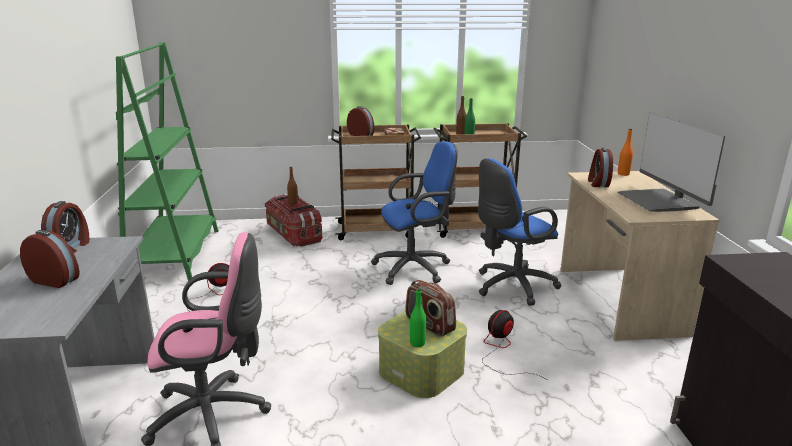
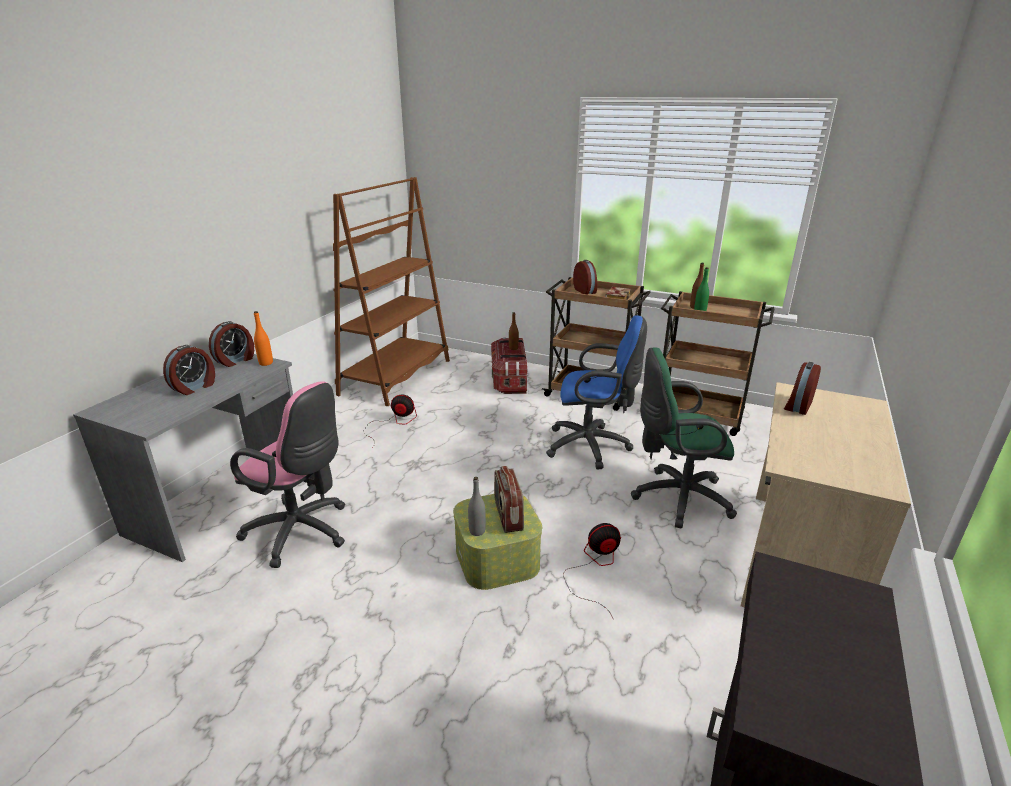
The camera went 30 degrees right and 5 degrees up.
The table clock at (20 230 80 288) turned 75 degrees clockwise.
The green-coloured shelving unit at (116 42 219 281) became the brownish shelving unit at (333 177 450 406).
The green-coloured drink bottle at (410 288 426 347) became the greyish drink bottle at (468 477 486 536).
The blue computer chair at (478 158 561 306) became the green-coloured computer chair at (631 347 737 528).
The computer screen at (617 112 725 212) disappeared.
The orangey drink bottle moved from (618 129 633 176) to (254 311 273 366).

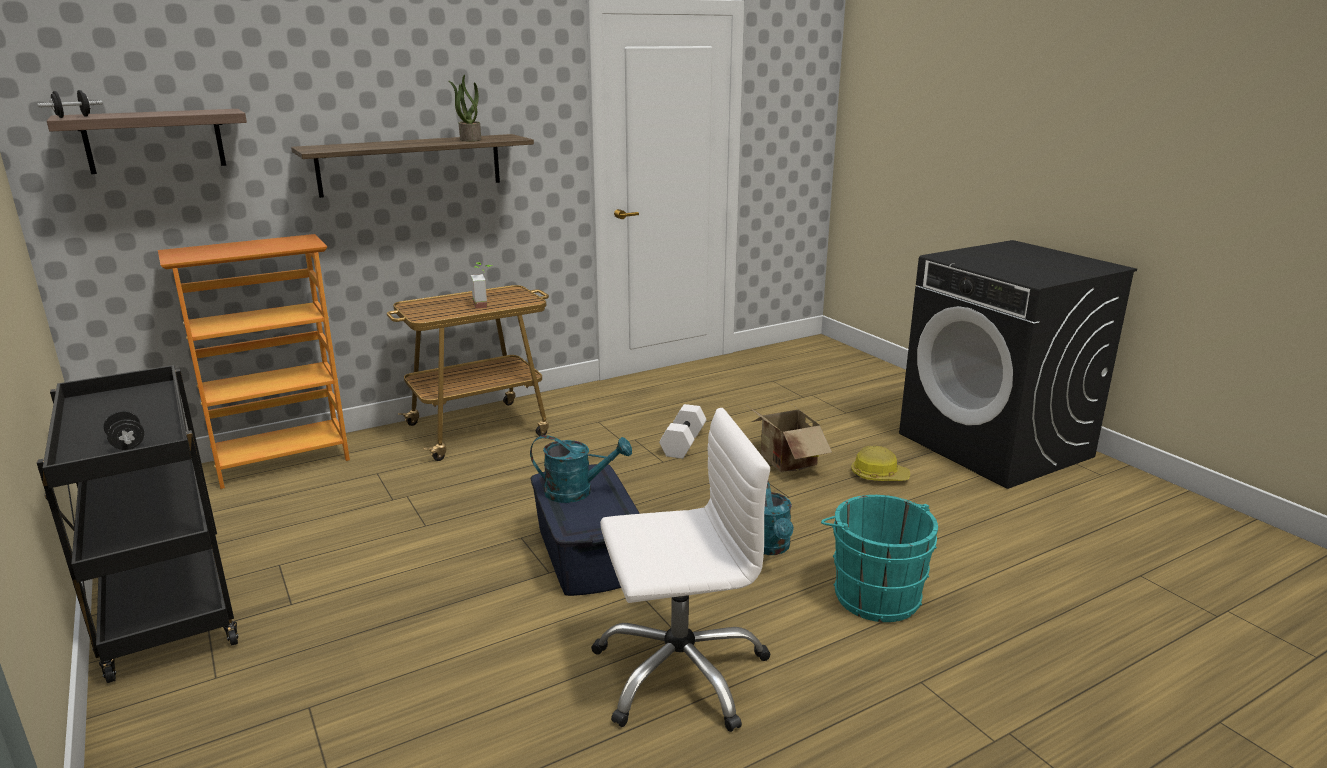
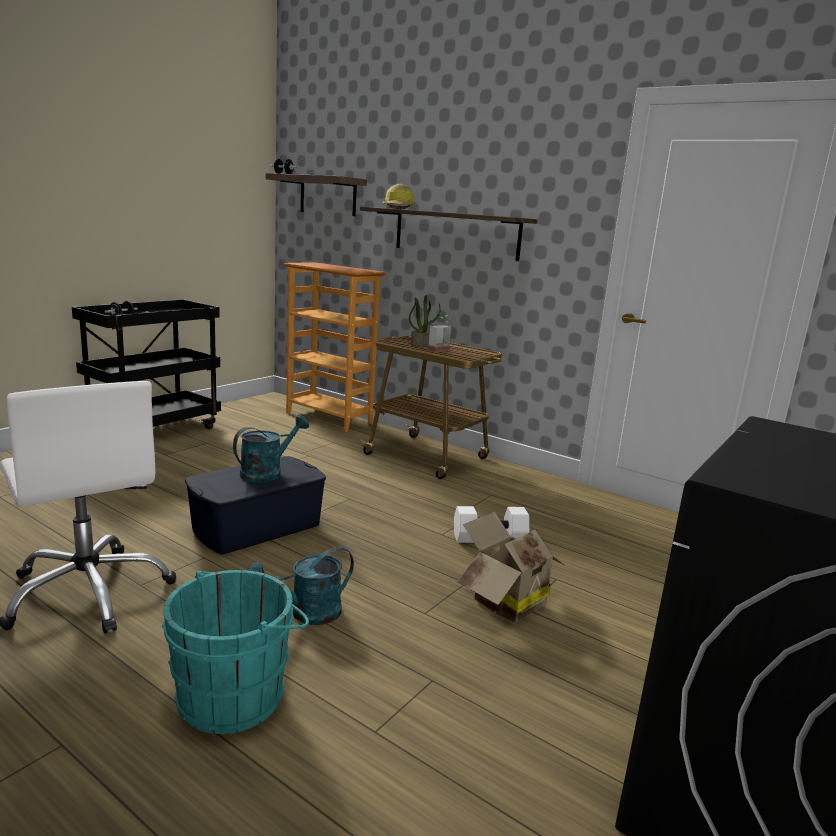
The camera went 65 degrees right and 5 degrees down.
The potted plant moved from (449 75 481 142) to (409 295 441 347).
The turquoise-coloured watering can at (530 435 632 503) turned 120 degrees counterclockwise.
The work helmet moved from (851 446 910 481) to (383 184 416 209).

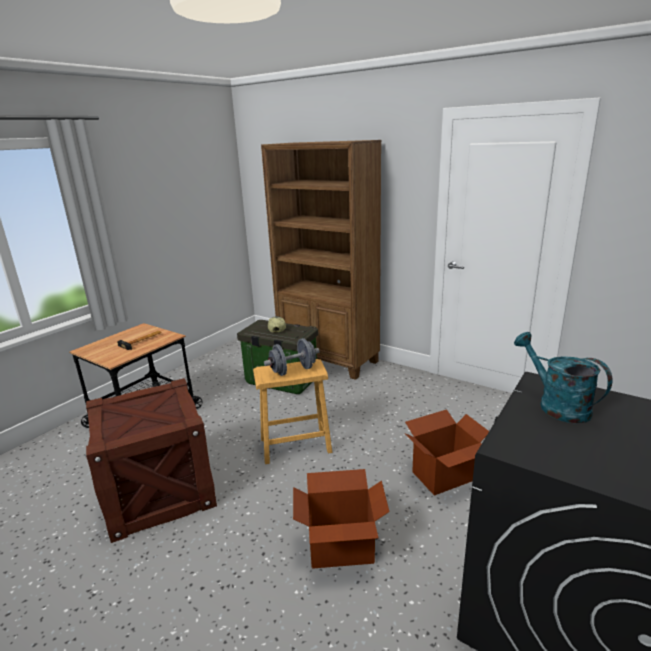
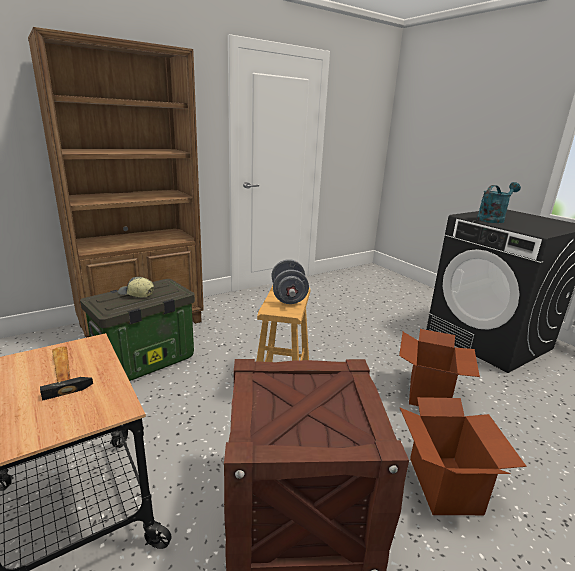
The camera went 70 degrees left and 0 degrees up.
The carton moved from (404 409 489 496) to (400 397 527 515).
The turquoise-coloured watering can at (514 332 612 423) turned 150 degrees clockwise.

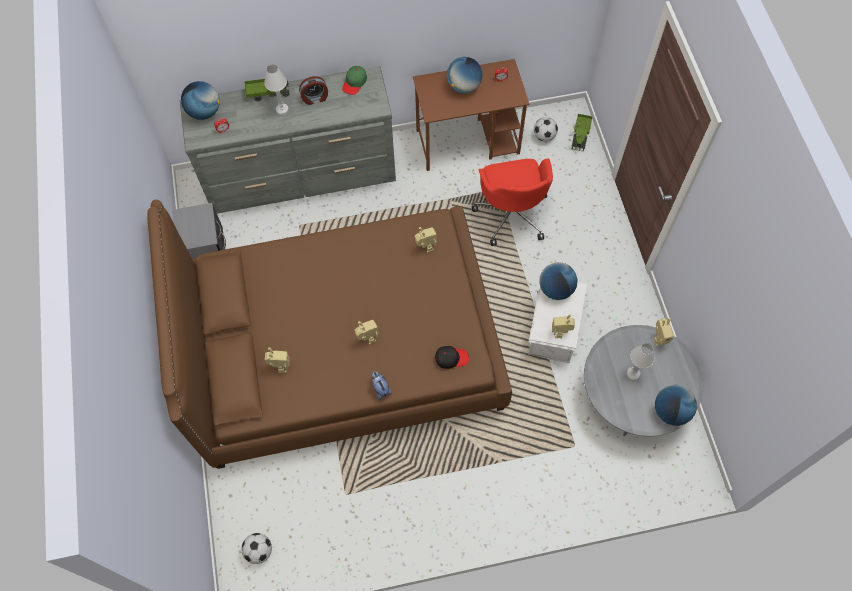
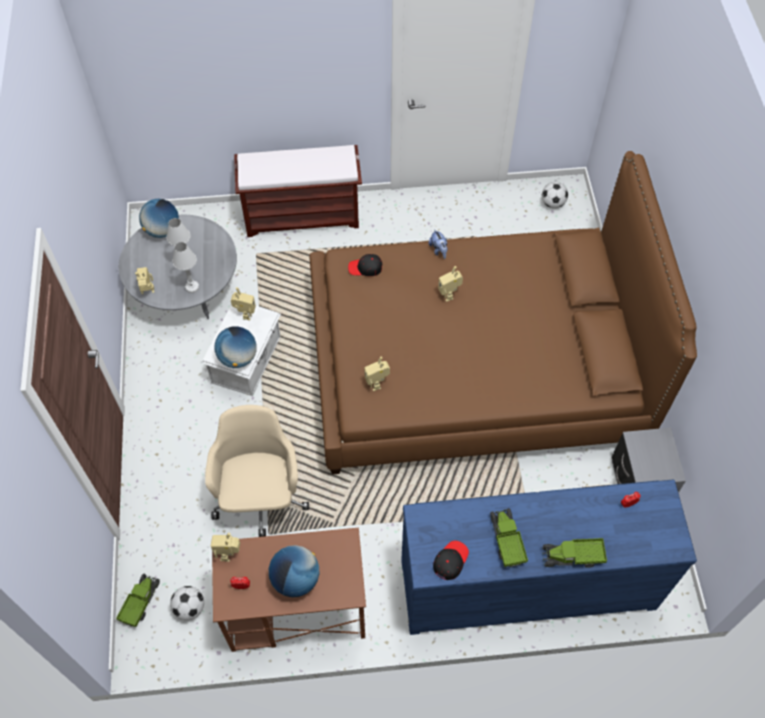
The camera went 175 degrees left and 5 degrees down.
The greyish drawer chest at (180 66 396 214) became the blue drawer chest at (401 479 697 635).
The desk globe at (181 81 220 120) disappeared.
The white-coloured tabletop lamp moved from (264 64 289 115) to (172 242 199 293).
The toy robot moved from (265 347 290 373) to (211 533 240 562).
The table clock at (299 76 328 105) was replaced by the model truck at (490 508 528 568).
The green-coloured peaked cap at (342 66 367 95) became the black peaked cap at (433 541 469 580).
The reddish computer chair at (472 158 553 246) became the beige computer chair at (205 405 309 537).
The brownish long seat at (234 145 362 237) appeared.

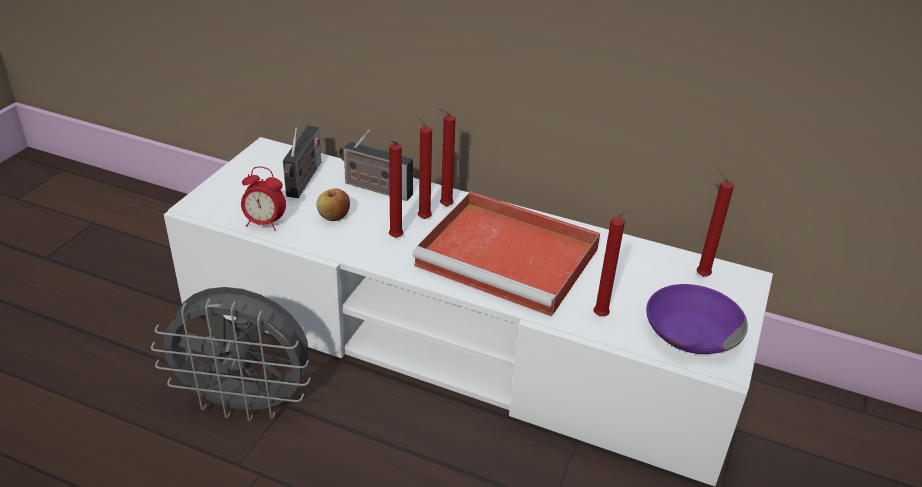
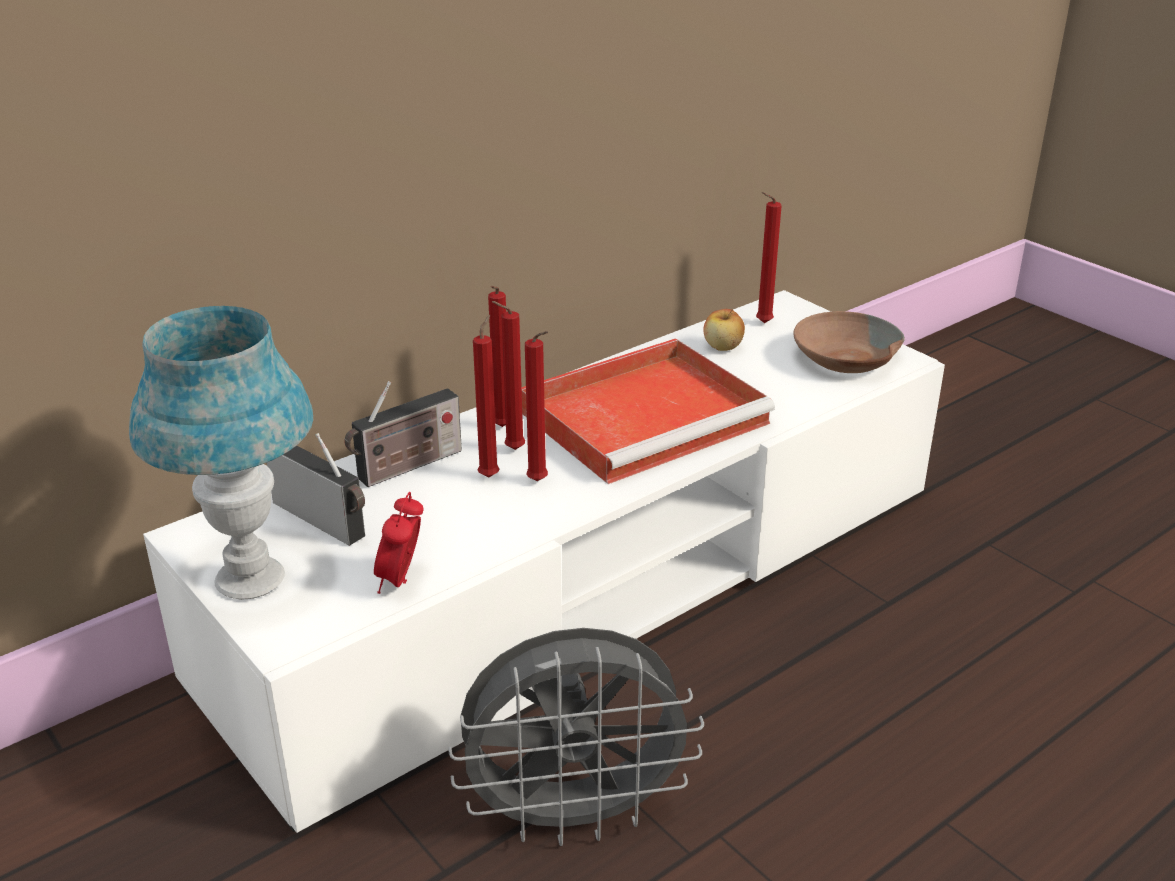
The camera went 60 degrees left and 5 degrees down.
The greyish electric fan at (151 287 311 422) turned 45 degrees clockwise.
The table clock at (241 166 286 231) turned 150 degrees clockwise.
The whole apple moved from (317 188 350 221) to (704 309 745 351).
The reddish candle moved from (593 208 634 316) to (473 315 499 477).
The purple bowl at (646 284 748 354) became the brownish bowl at (793 311 905 373).
The blue tabletop lamp at (129 306 313 600) appeared.

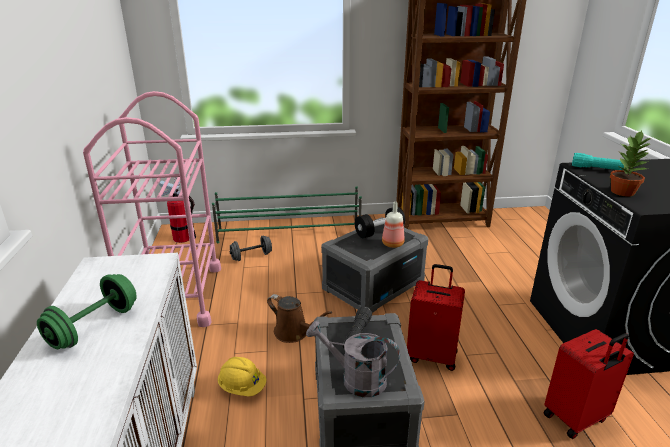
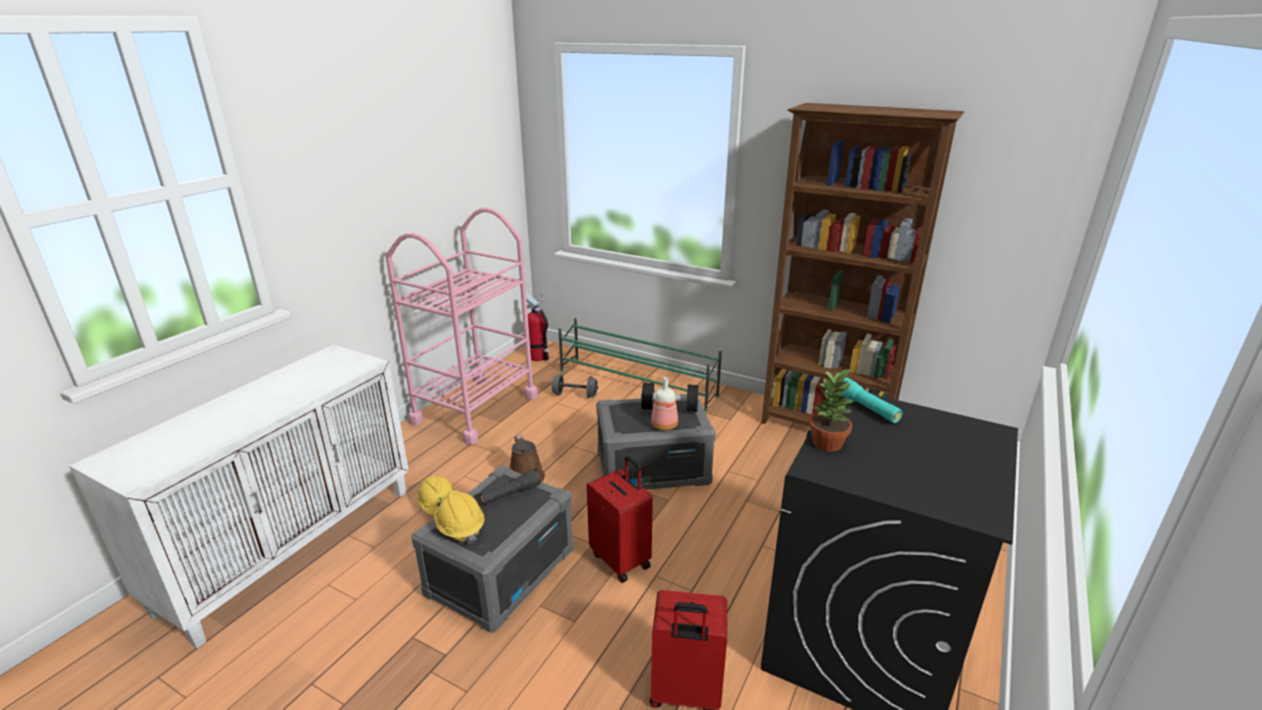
The camera went 35 degrees right and 0 degrees up.
The green-coloured hand weight at (37 274 137 349) disappeared.
The greyish watering can at (306 321 400 397) was replaced by the yellowish work helmet at (434 490 484 544).

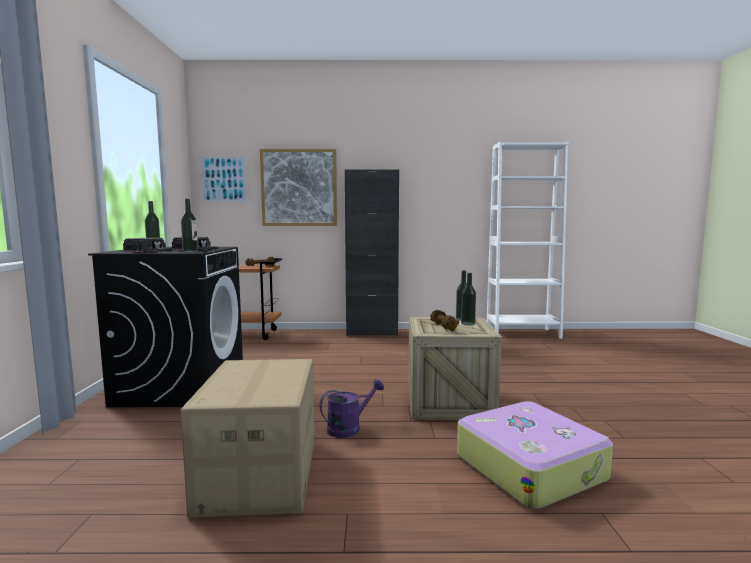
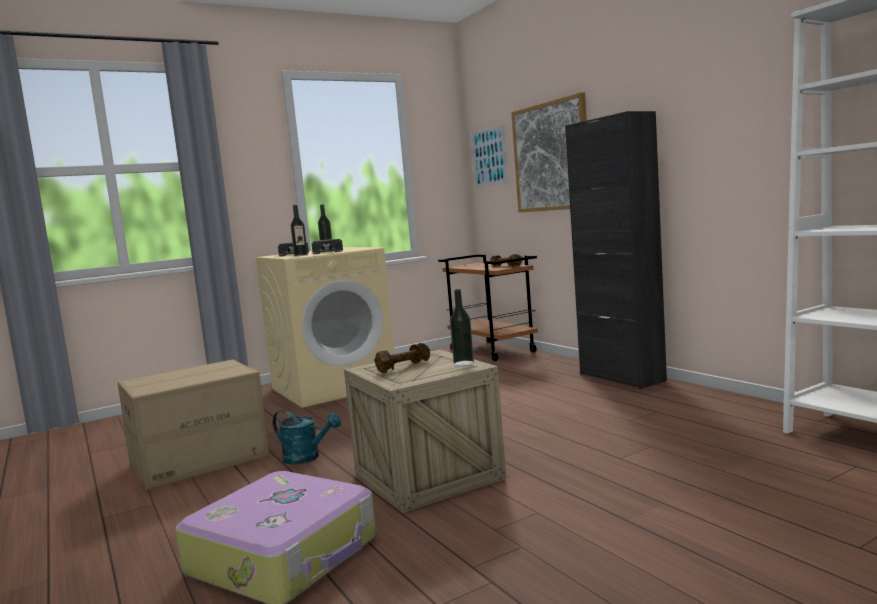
The camera went 60 degrees right and 0 degrees up.
The black laundry machine at (88 247 243 407) became the beige laundry machine at (255 247 395 408).
The purple watering can at (320 379 384 438) became the turquoise-coloured watering can at (273 410 341 465).
The drink bottle at (461 273 476 325) disappeared.

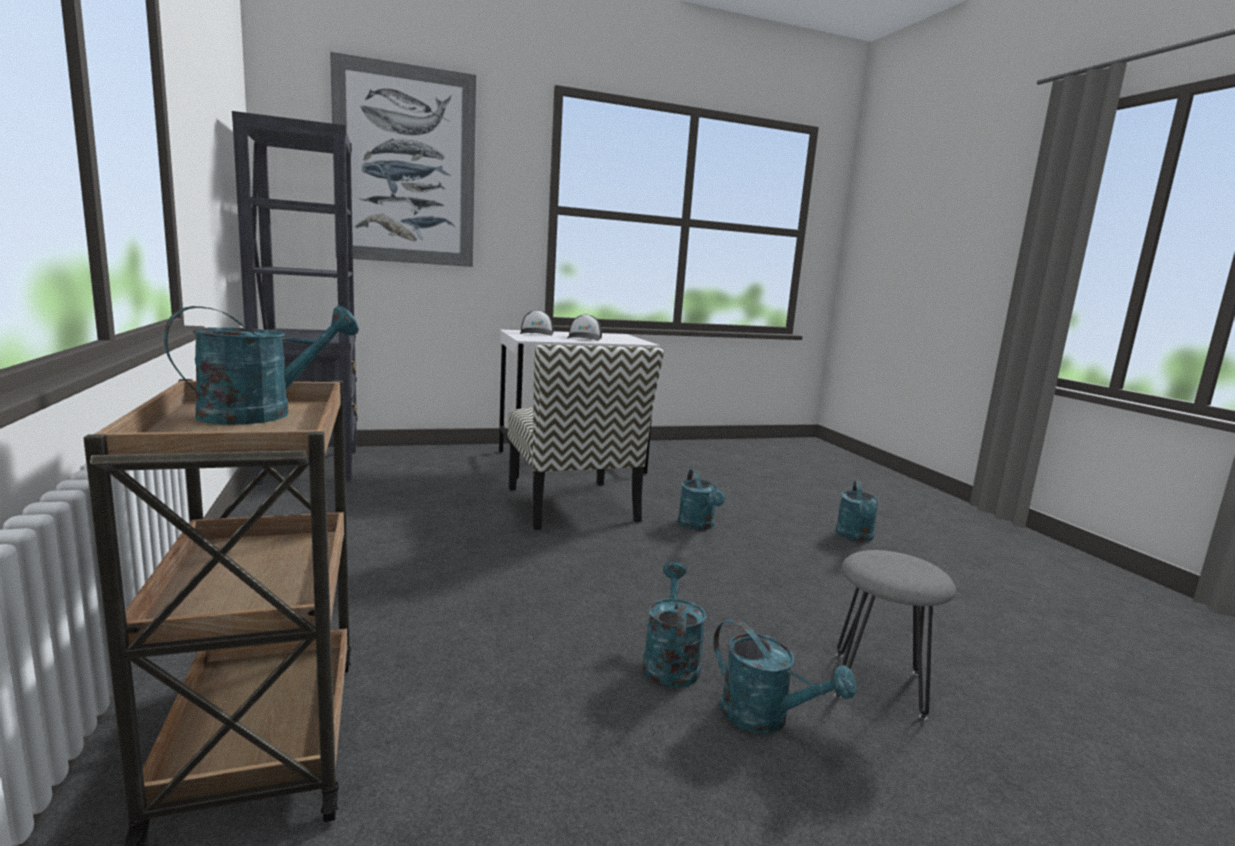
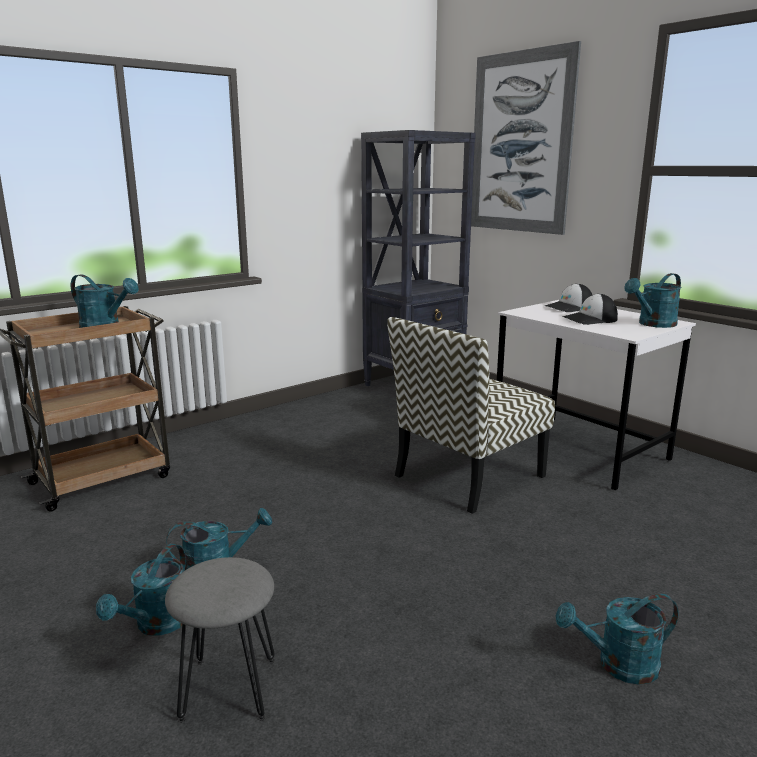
The camera went 70 degrees right and 5 degrees up.
The turquoise-coloured watering can moved from (678 469 725 530) to (624 273 681 328).

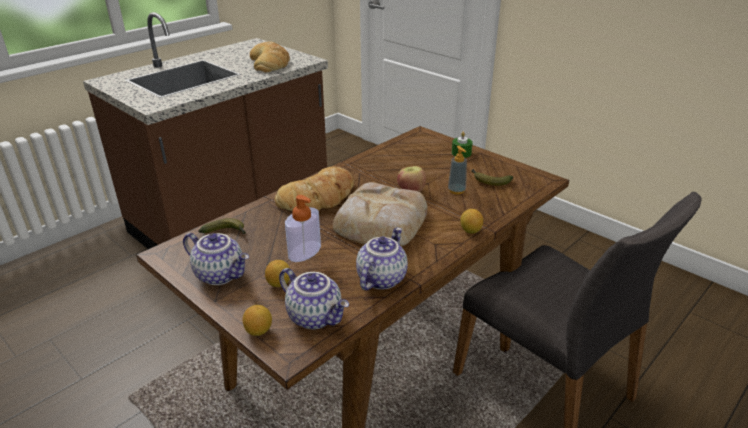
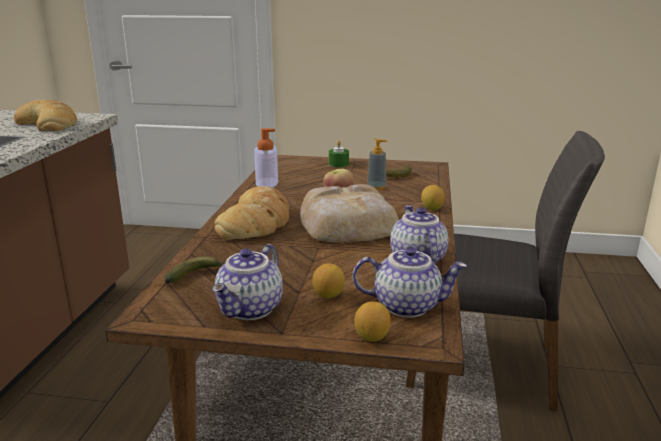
The camera went 35 degrees left and 10 degrees down.
The pot for tea at (183 233 249 285) turned 120 degrees clockwise.
The liquid soap bottle moved from (285 195 321 262) to (254 128 278 188).

